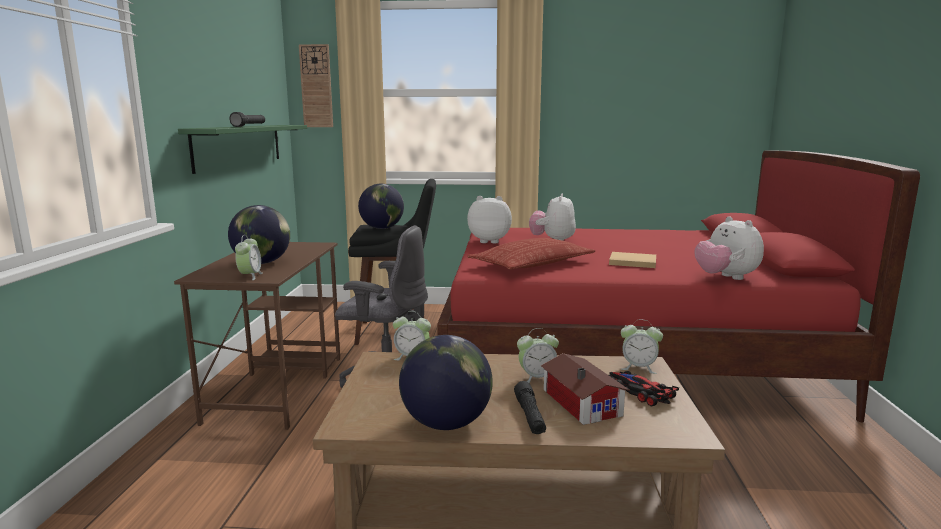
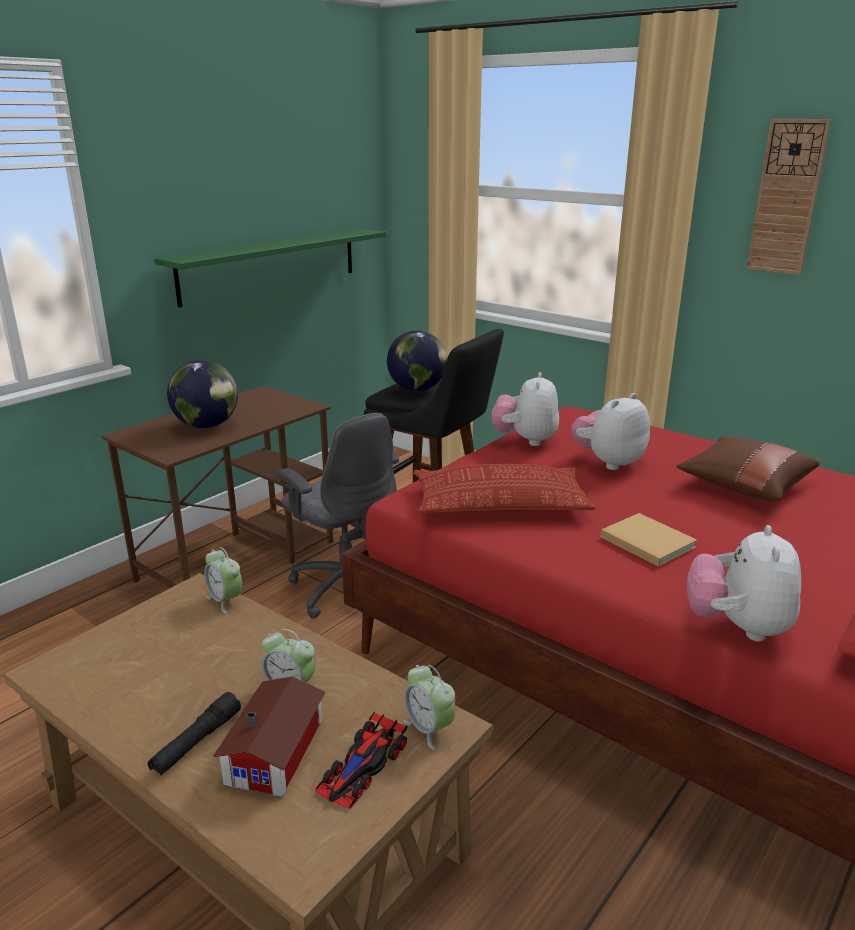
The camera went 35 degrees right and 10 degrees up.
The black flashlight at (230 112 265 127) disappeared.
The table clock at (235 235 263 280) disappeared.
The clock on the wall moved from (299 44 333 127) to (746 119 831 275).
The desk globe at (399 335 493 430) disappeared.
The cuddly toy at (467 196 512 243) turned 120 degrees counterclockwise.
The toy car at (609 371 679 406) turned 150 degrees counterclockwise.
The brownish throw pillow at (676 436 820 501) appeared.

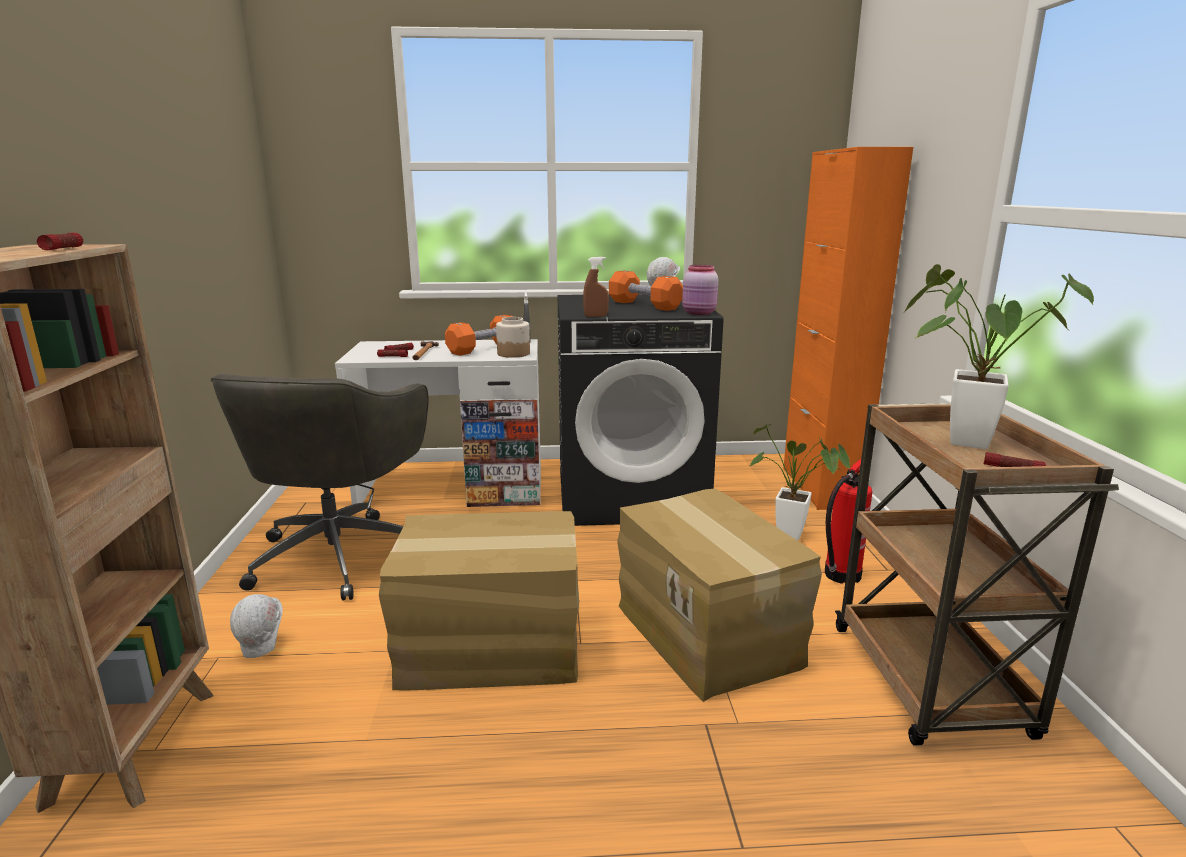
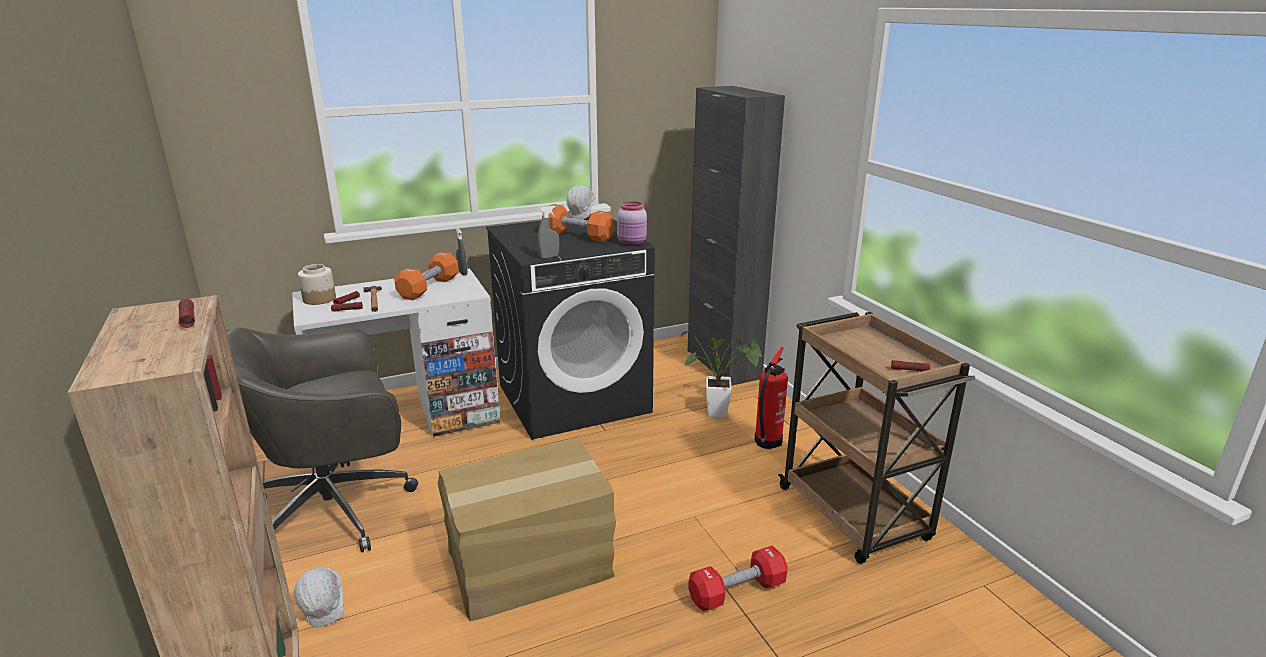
The camera went 20 degrees left and 5 degrees up.
The greyish computer chair at (211 374 429 601) turned 75 degrees clockwise.
The storage jar moved from (496 317 530 358) to (298 264 336 305).
The brownish sprayer at (583 257 609 317) became the greyish sprayer at (538 206 559 259).
The carton at (618 489 822 702) disappeared.
The orangey cabinet at (783 147 913 510) became the black cabinet at (688 86 785 386).
The potted plant at (903 264 1094 449) disappeared.
The reddish hand weight at (688 546 788 611) appeared.

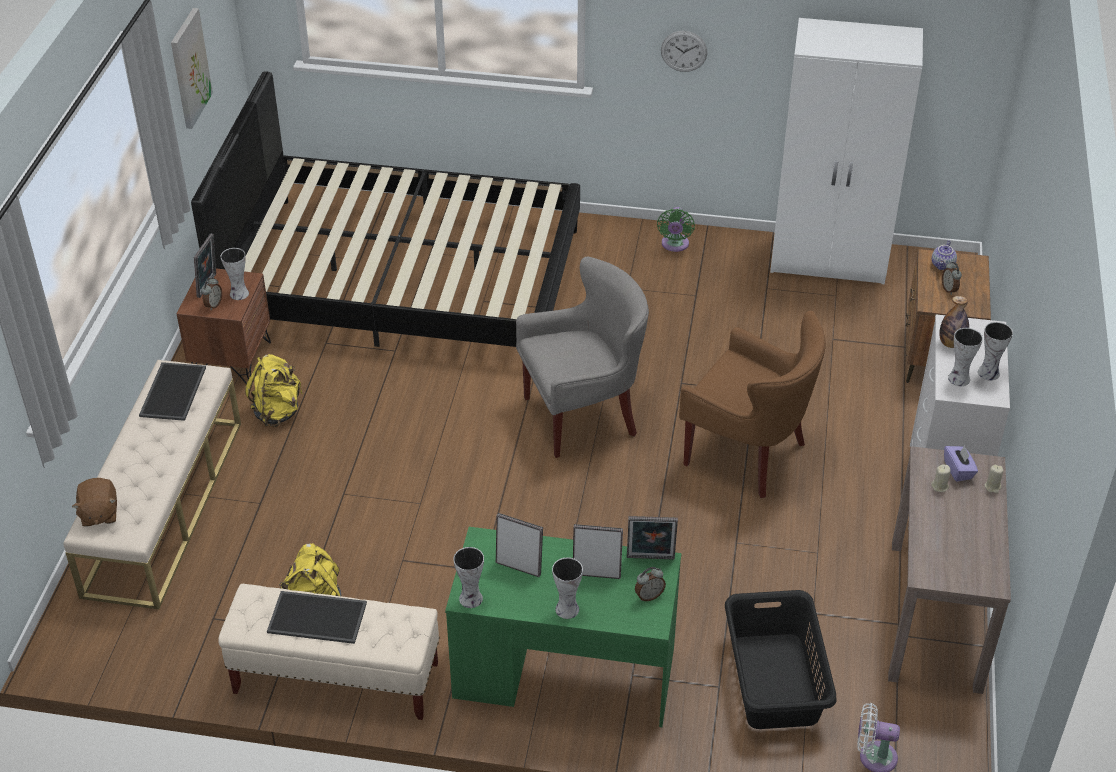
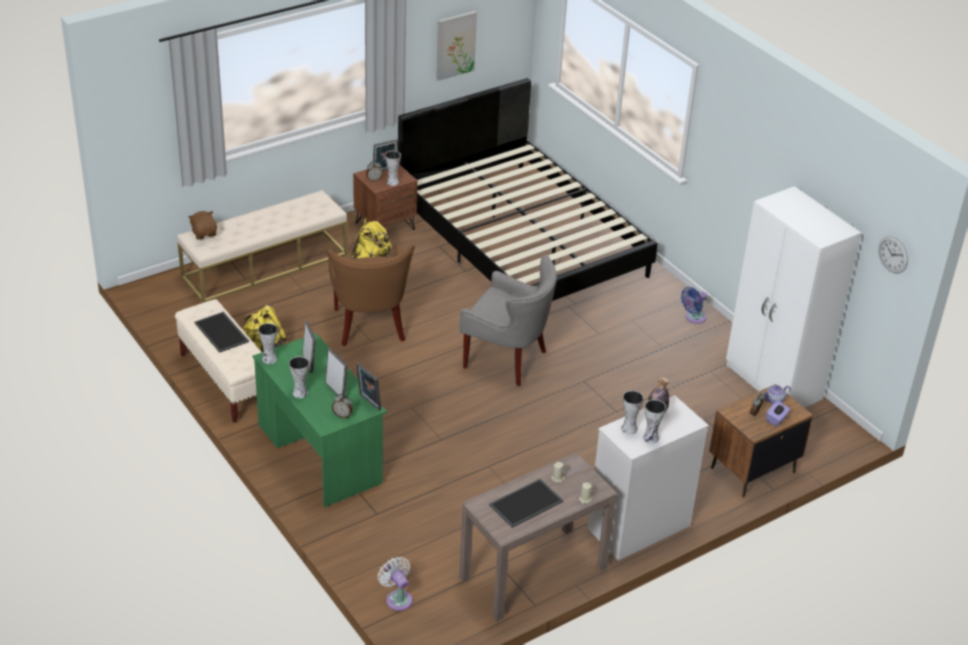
The camera went 45 degrees right and 5 degrees down.
The brownish cuddly toy at (72 478 117 527) turned 120 degrees clockwise.
The carrying tray moved from (139 362 206 421) to (489 479 563 528).
The green-coloured electric fan at (657 207 695 252) became the blue electric fan at (681 287 707 324).
The clock on the wall moved from (661 31 707 72) to (878 236 908 274).
The brownish armchair moved from (679 311 826 498) to (327 244 415 346).
The black hamper at (725 590 836 729) disappeared.
The purple tissue box moved from (944 445 978 482) to (766 400 790 426).

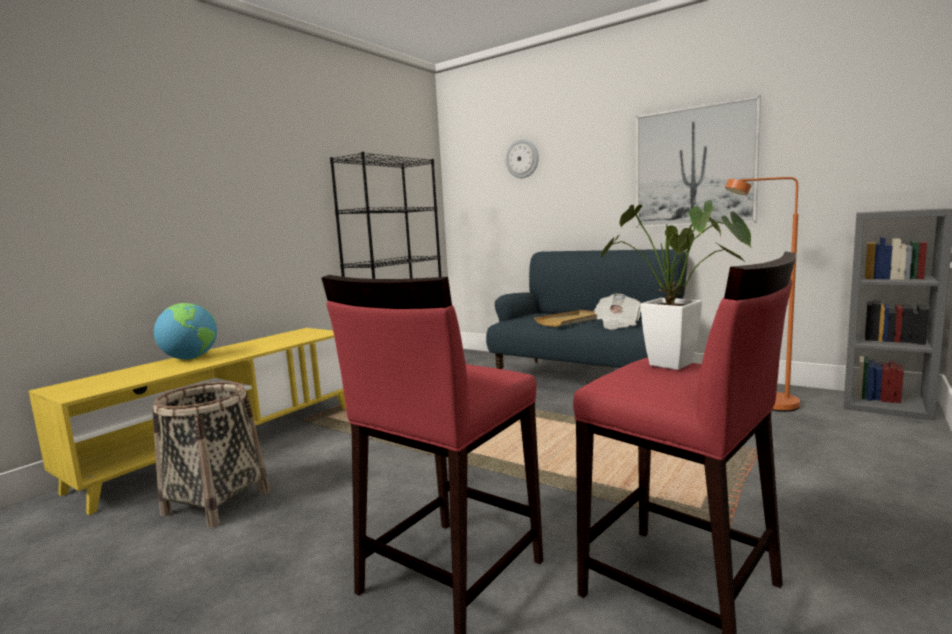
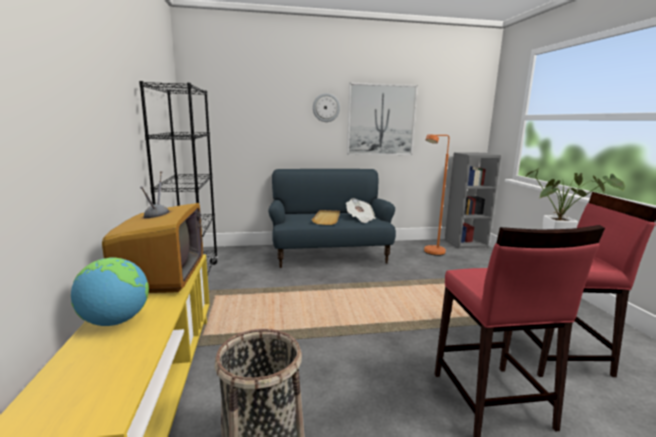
The camera went 45 degrees left and 5 degrees up.
The clock on the wall moved from (506 139 539 178) to (313 93 340 122).
The television at (102 171 203 293) appeared.

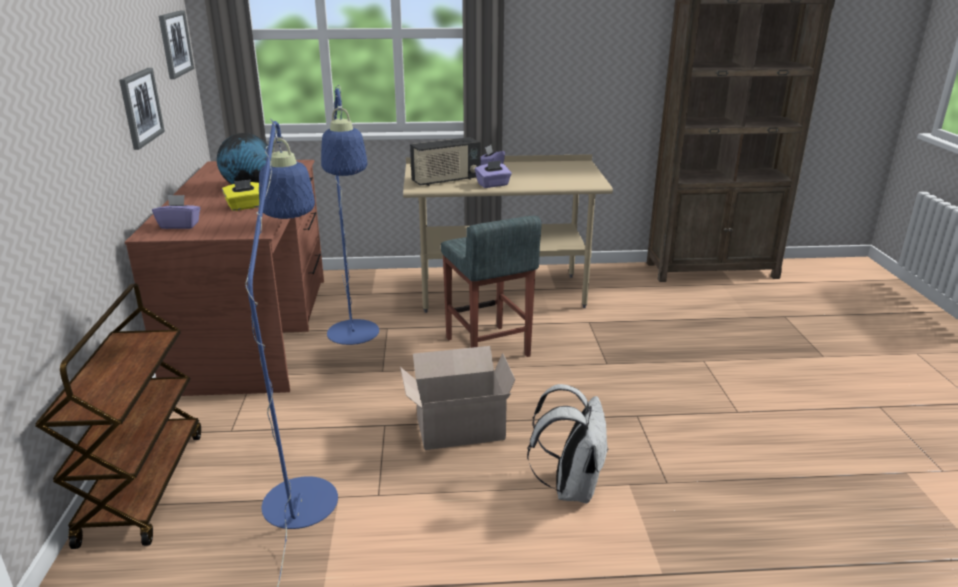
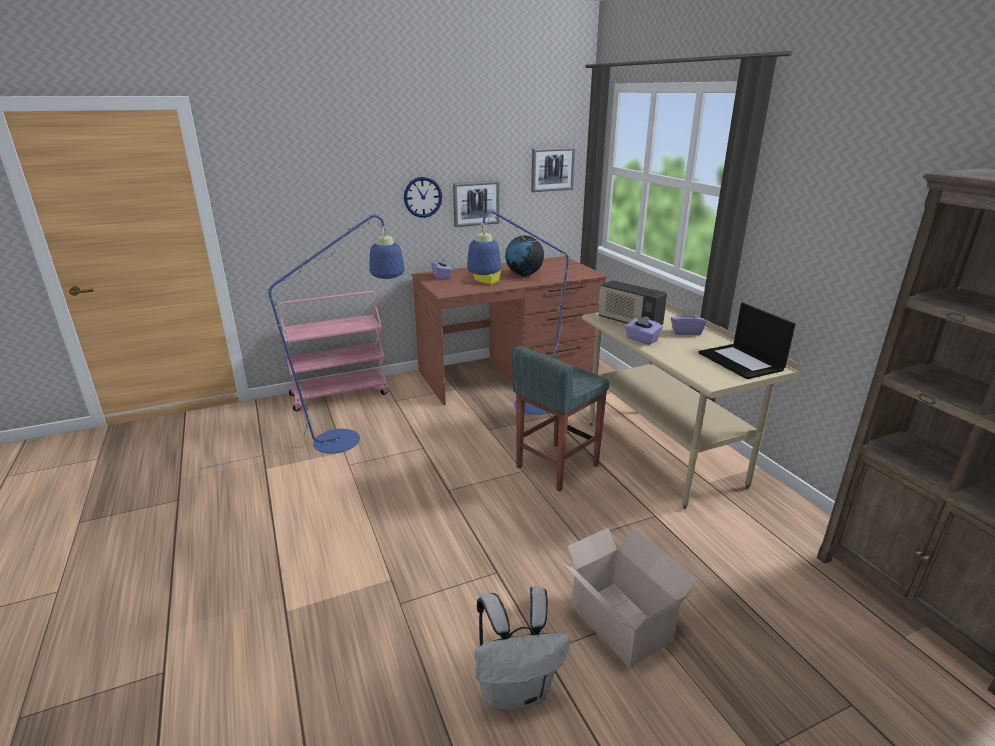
The camera went 70 degrees right and 0 degrees up.
The brownish trolley at (35 283 201 549) became the pinkish trolley at (279 291 389 411).
The carton moved from (400 346 515 450) to (561 527 698 668).
The white-coloured knapsack moved from (527 384 608 504) to (475 586 570 711).
The clock on the wall at (404 177 442 218) appeared.
The laptop at (699 303 796 379) appeared.

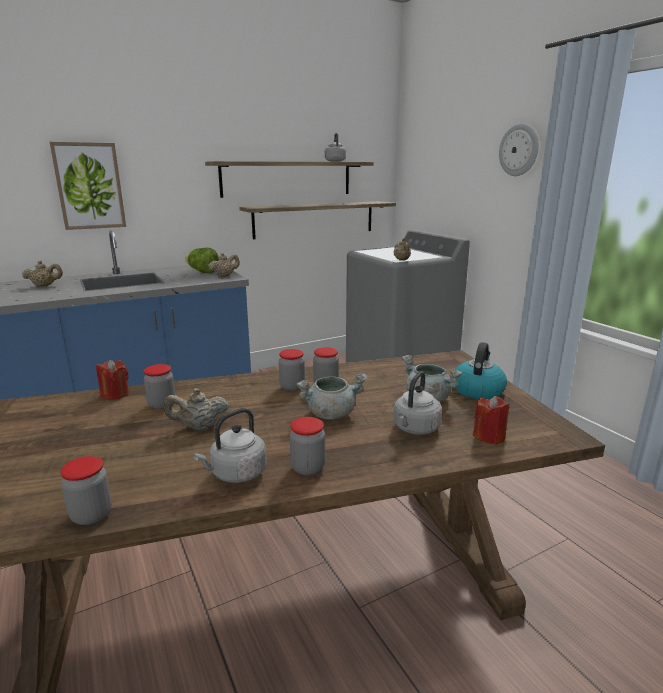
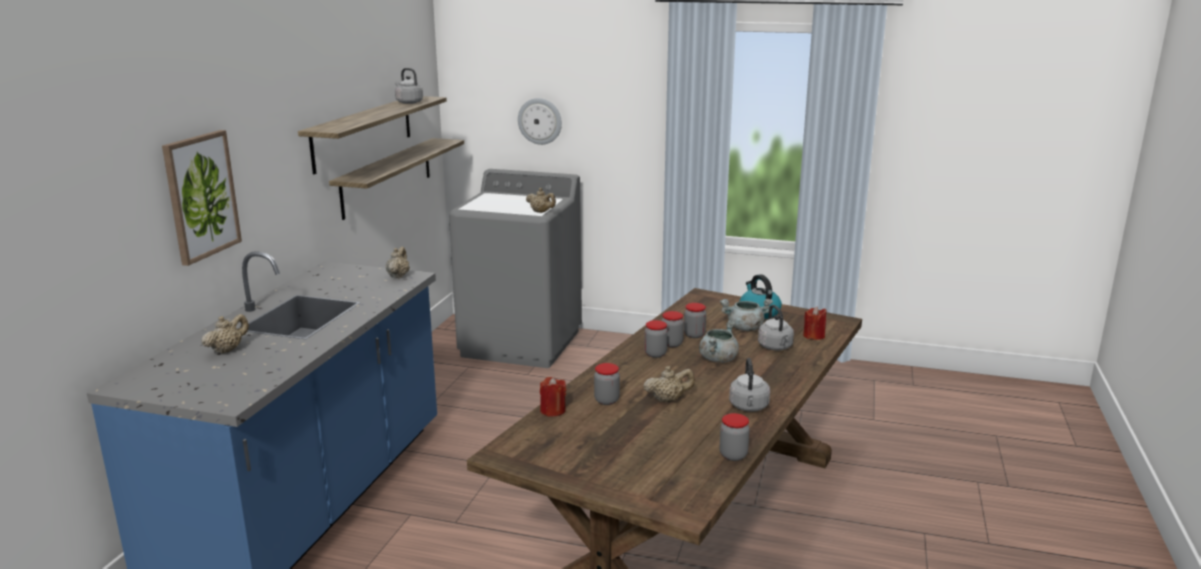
The camera went 45 degrees left and 0 degrees up.
The beige pot for tea at (164 388 229 431) turned 135 degrees counterclockwise.
The lettuce head at (185 247 219 273) disappeared.
The storage jar moved from (290 417 325 476) to (684 303 706 338).
The clock on the wall moved from (499 124 539 176) to (518 98 562 145).

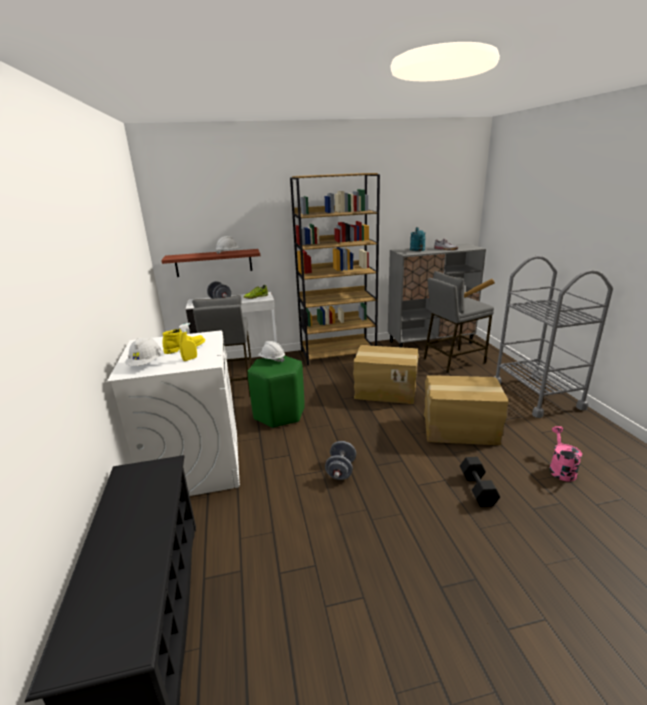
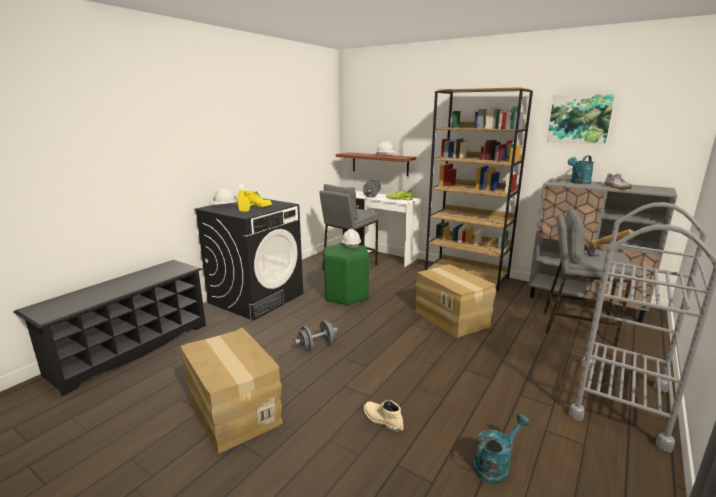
The camera went 45 degrees right and 5 degrees down.
The white-coloured laundry machine at (107 330 240 496) became the black laundry machine at (194 198 303 321).
The carton moved from (424 375 509 445) to (181 327 283 453).
The black hand weight at (460 457 500 507) was replaced by the beige boot at (363 400 403 432).
The pinkish watering can at (549 426 582 482) became the turquoise-coloured watering can at (473 413 530 484).
The wall picture at (547 94 615 144) appeared.

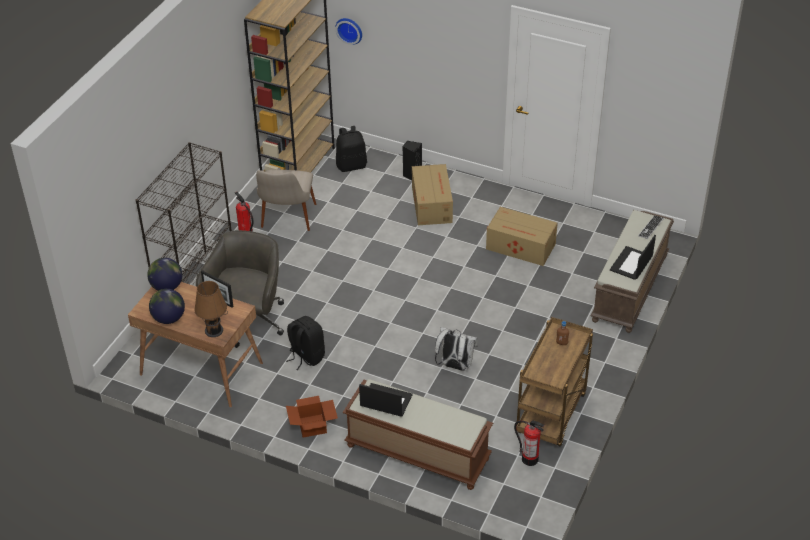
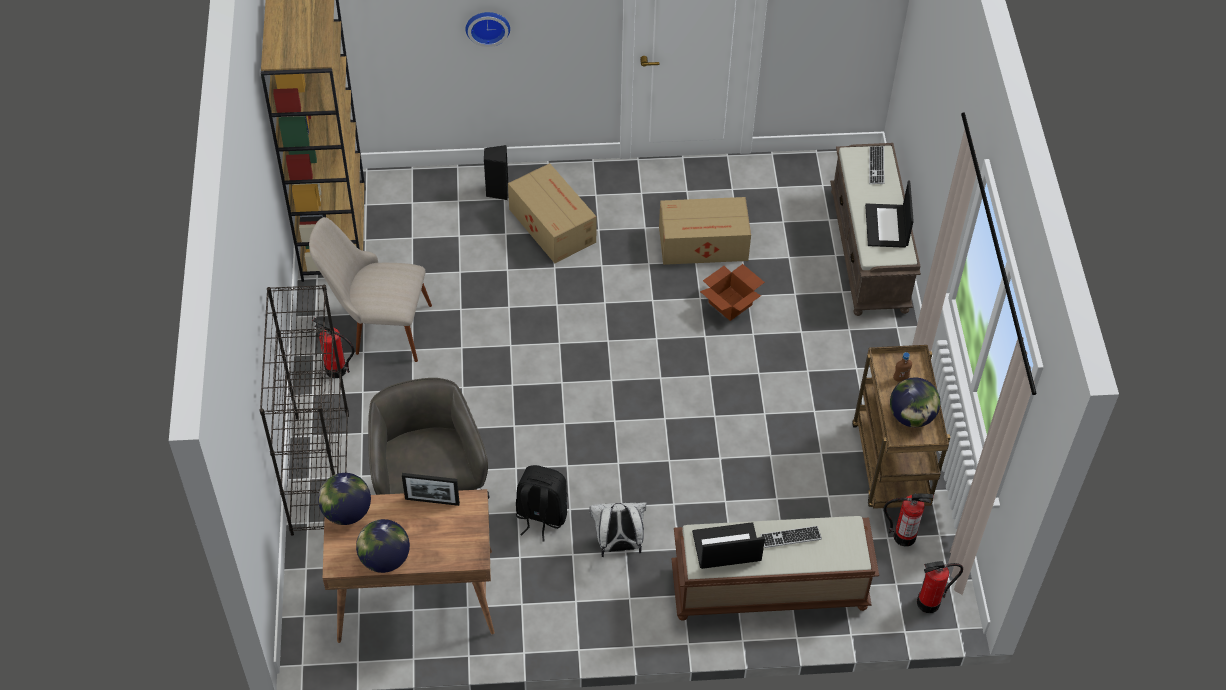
The camera went 30 degrees left and 10 degrees up.
The brownish tabletop lamp at (194 281 228 337) disappeared.
The beige chair at (256 169 316 231) turned 120 degrees clockwise.
The carton moved from (286 396 338 438) to (700 264 765 321).
The clock on the wall moved from (335 18 362 45) to (466 12 510 47).
The black knapsack at (336 126 367 172) disappeared.
The white-coloured knapsack moved from (435 327 478 371) to (589 502 647 557).
The computer keyboard at (761 526 822 548) appeared.
The desk globe at (890 377 940 427) appeared.
The fire extinguisher at (917 561 963 613) appeared.

